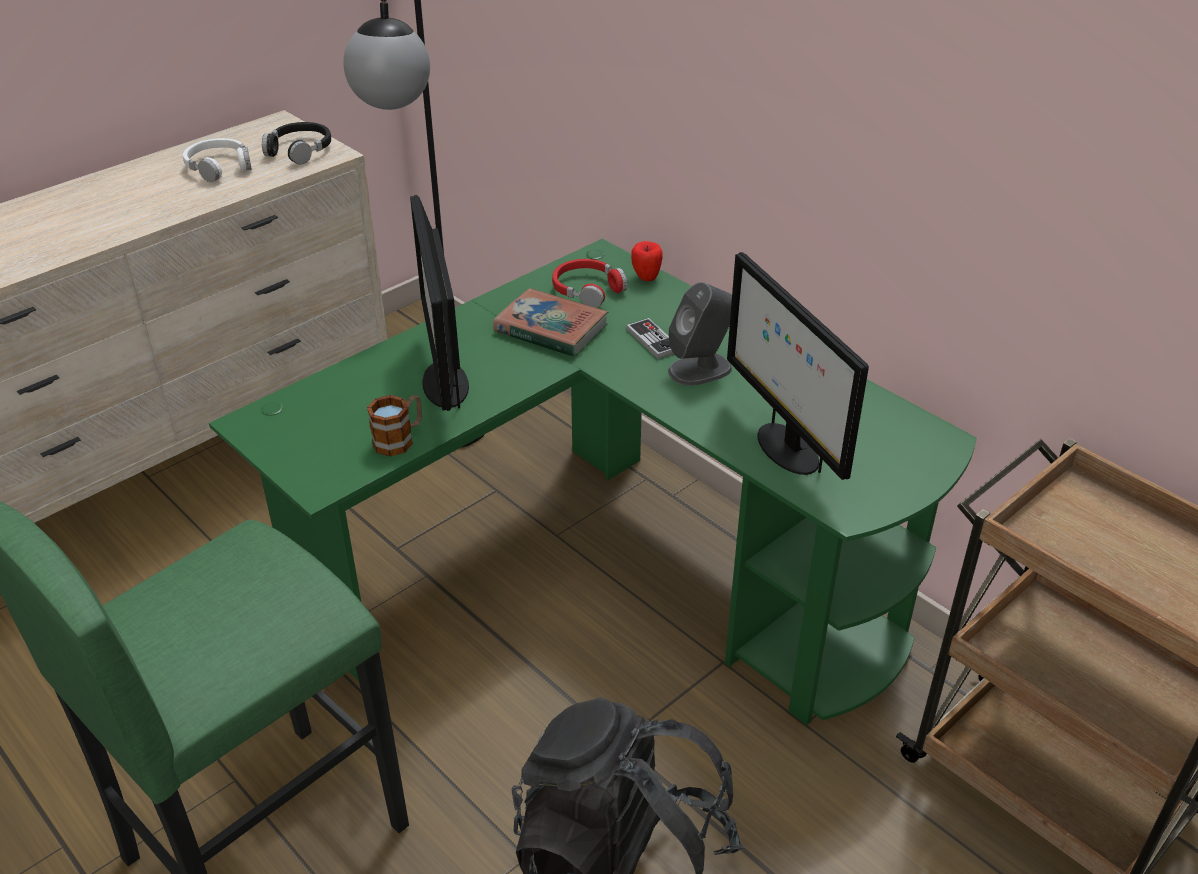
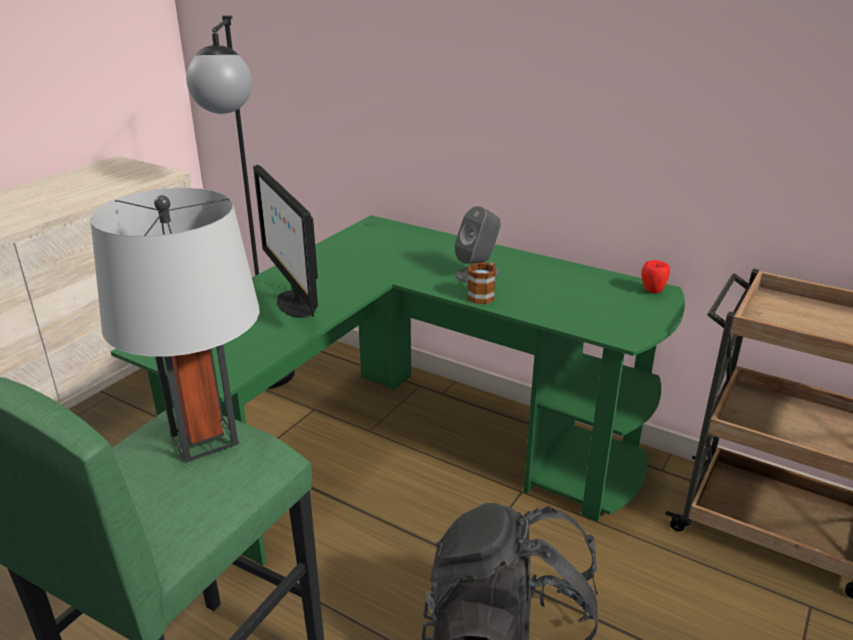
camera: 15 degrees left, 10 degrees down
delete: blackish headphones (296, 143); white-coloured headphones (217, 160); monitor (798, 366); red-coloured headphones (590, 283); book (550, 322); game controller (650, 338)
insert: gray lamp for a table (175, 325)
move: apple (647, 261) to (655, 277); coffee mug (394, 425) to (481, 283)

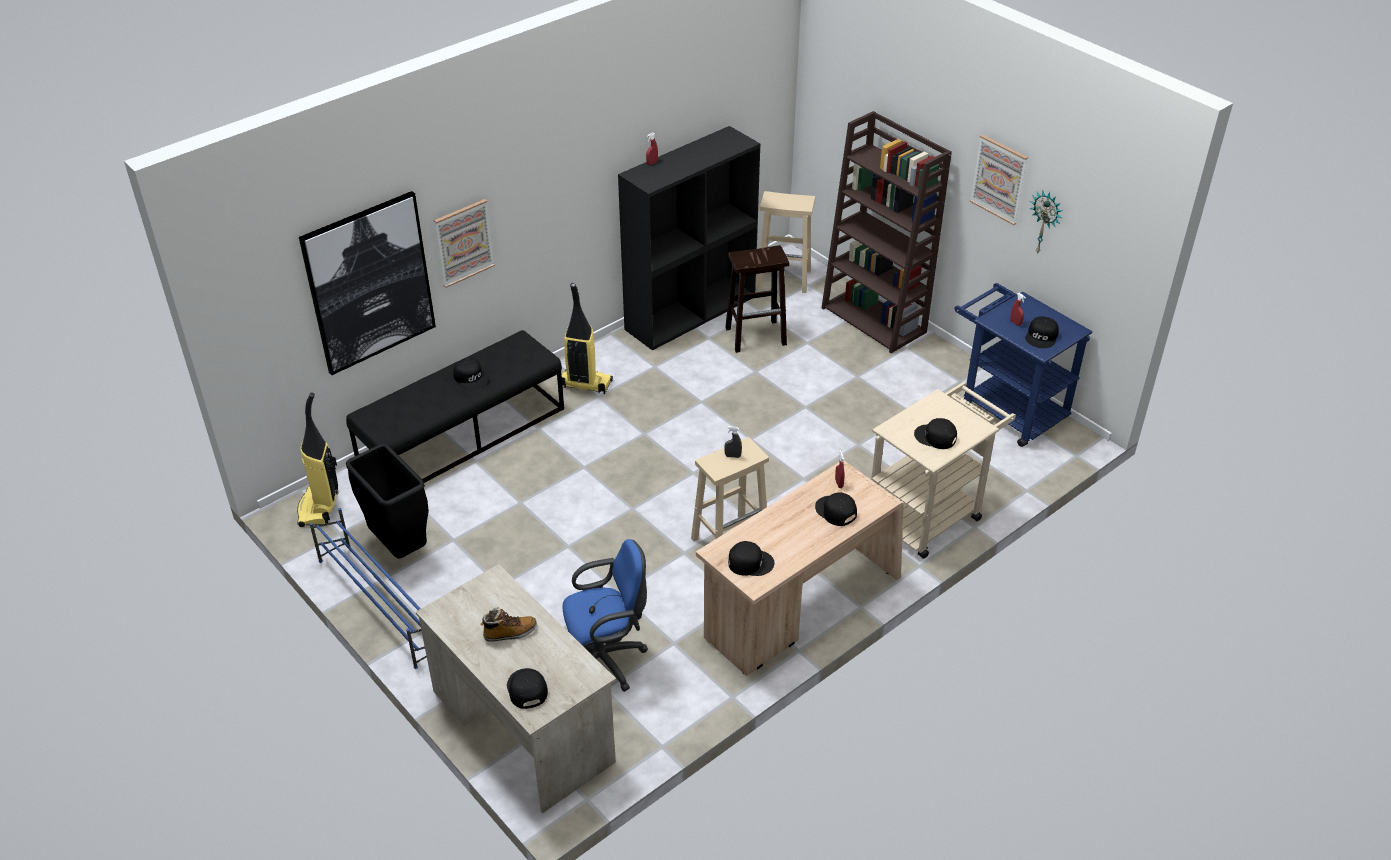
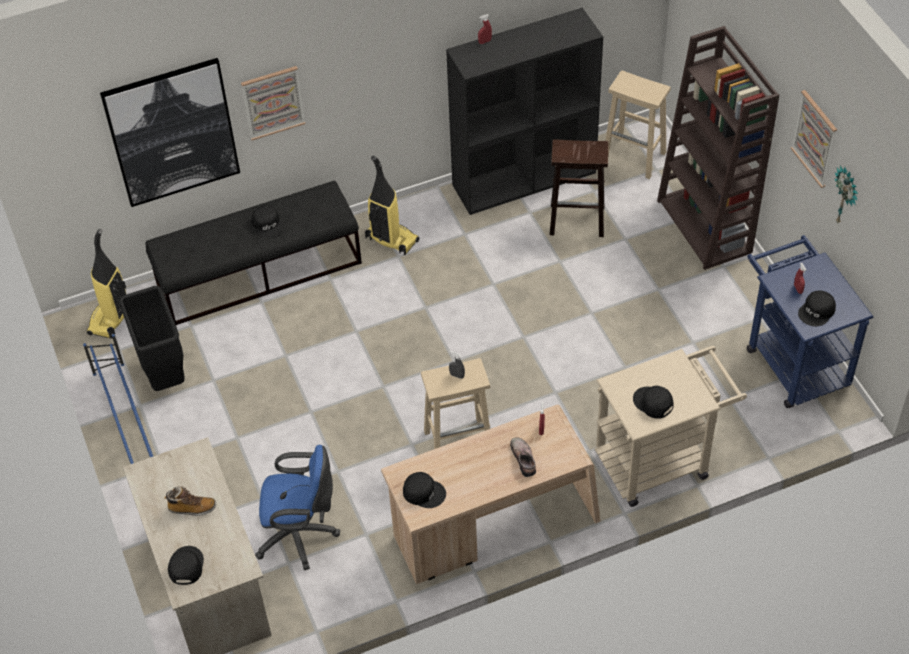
camera: 20 degrees right, 10 degrees up
replace: blackish baseball cap (836, 509) to low shoe (523, 457)

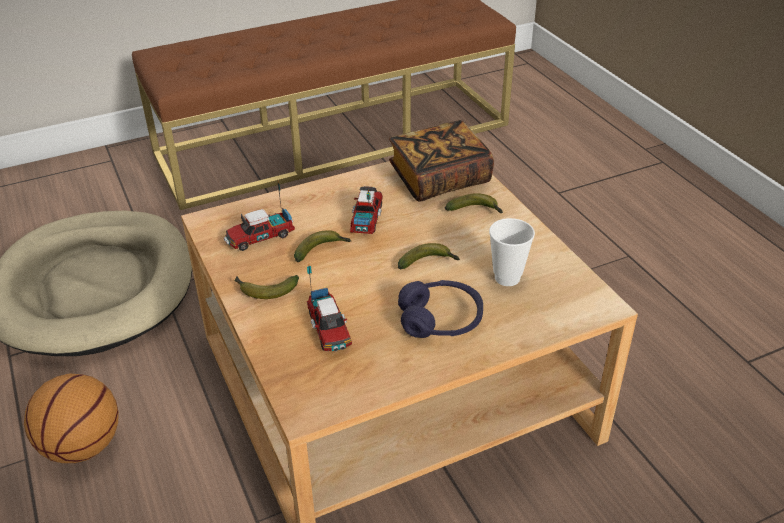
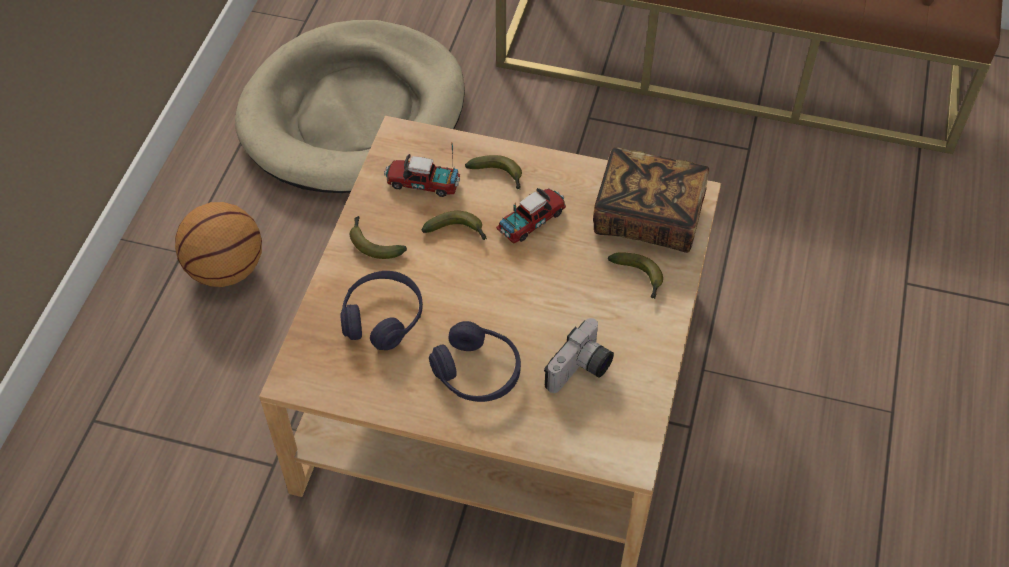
camera: 40 degrees right, 15 degrees up
move: banana (429, 256) to (493, 172)
replace: cup (512, 252) to photo camera (579, 355); toy truck (329, 308) to purplish headphones (381, 310)

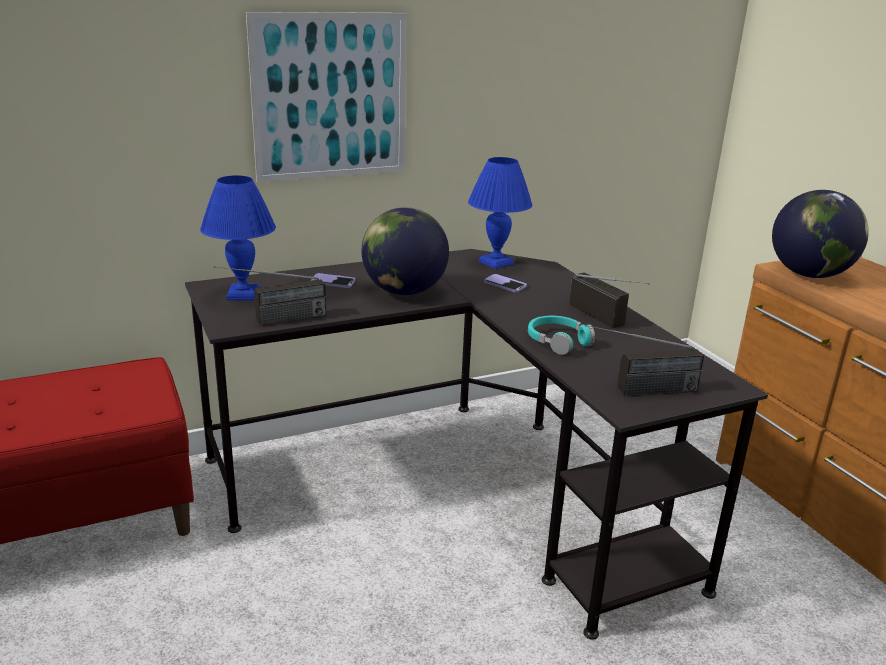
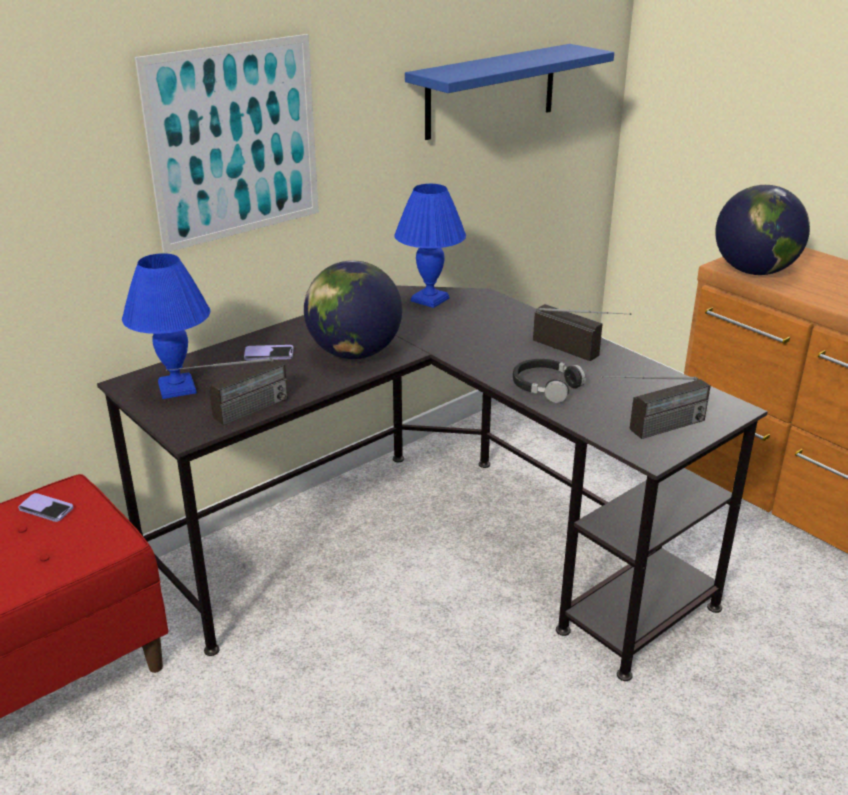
camera: 15 degrees left, 5 degrees up
insert: blue-coloured bracket shelf (509, 92)
move: phone (505, 283) to (45, 507)
recolor: blue-green headphones (561, 335) to blackish headphones (549, 381)

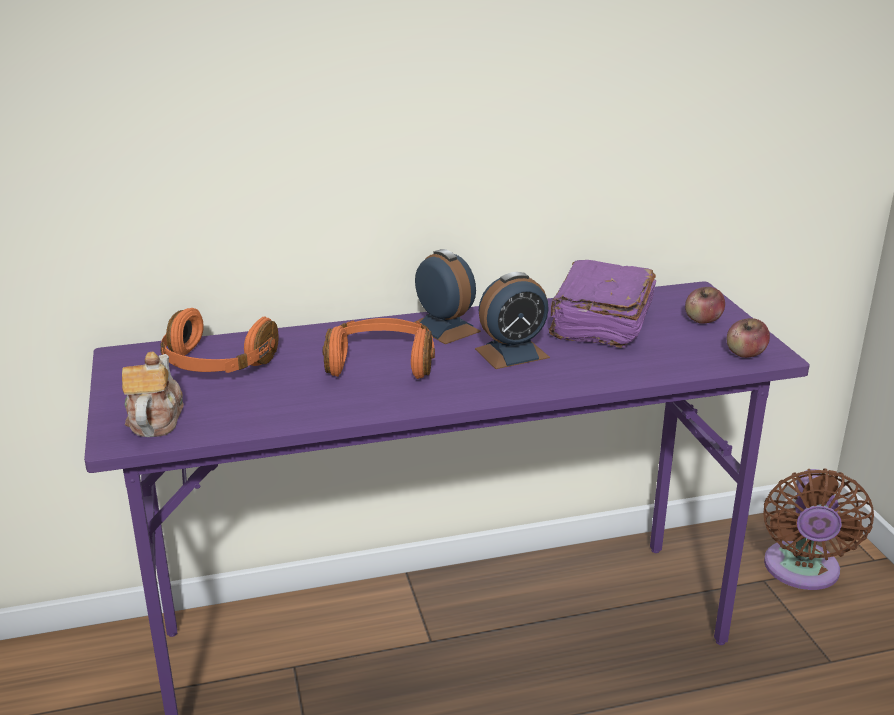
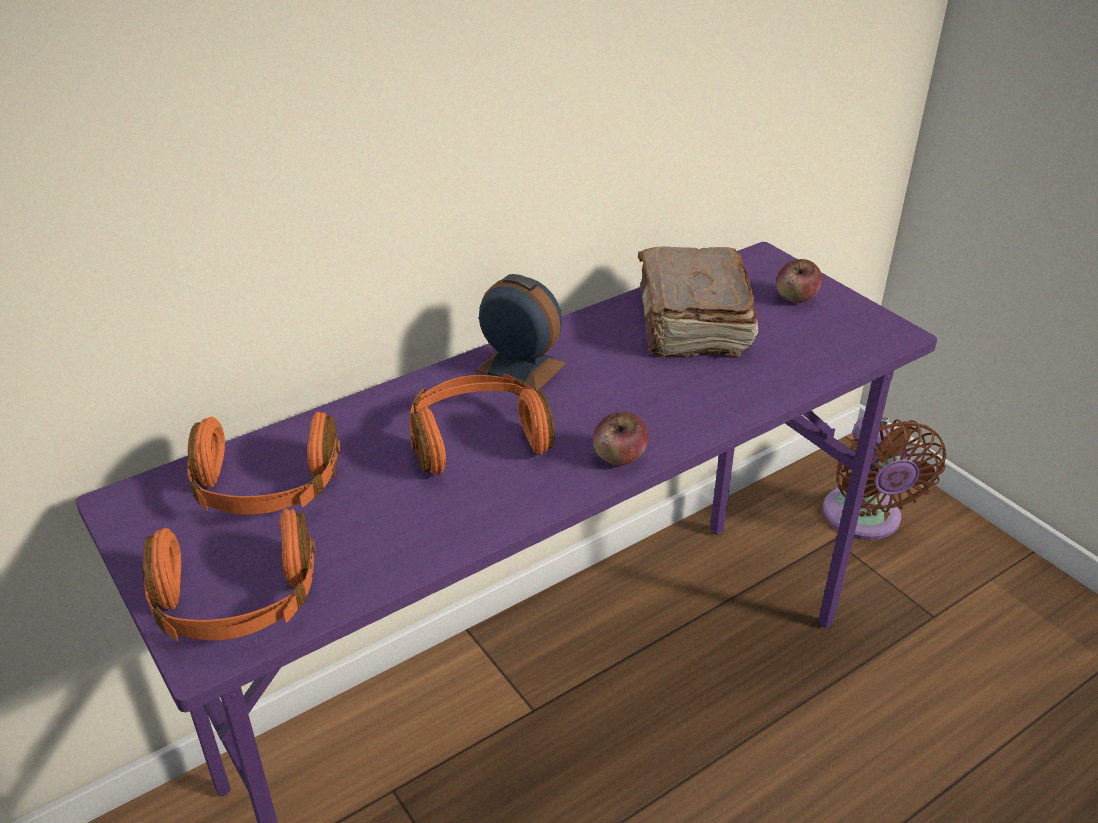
camera: 20 degrees left, 10 degrees up
delete: bedside clock (512, 320)
move: apple (748, 338) to (620, 439)
replace: teapot (153, 394) to orange-coloured headphones (229, 575)
recolor: purplish book (602, 304) to brownish book (698, 302)

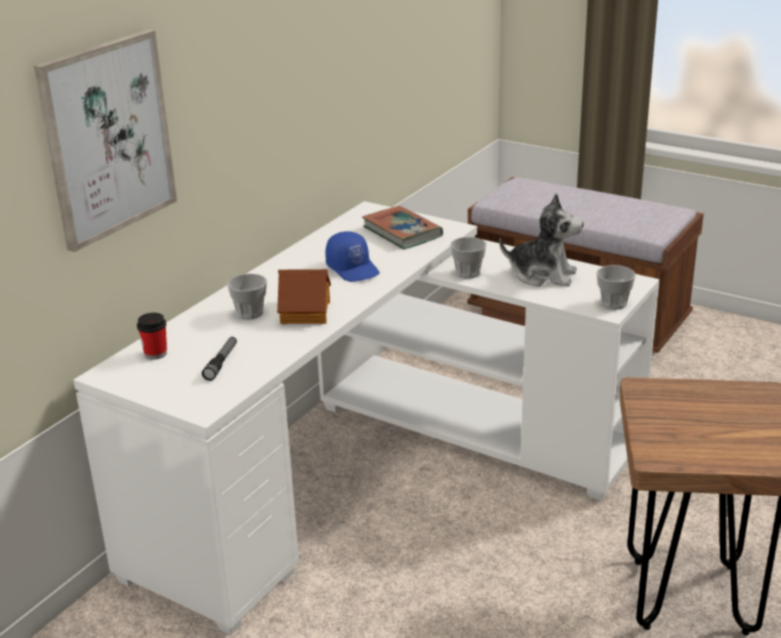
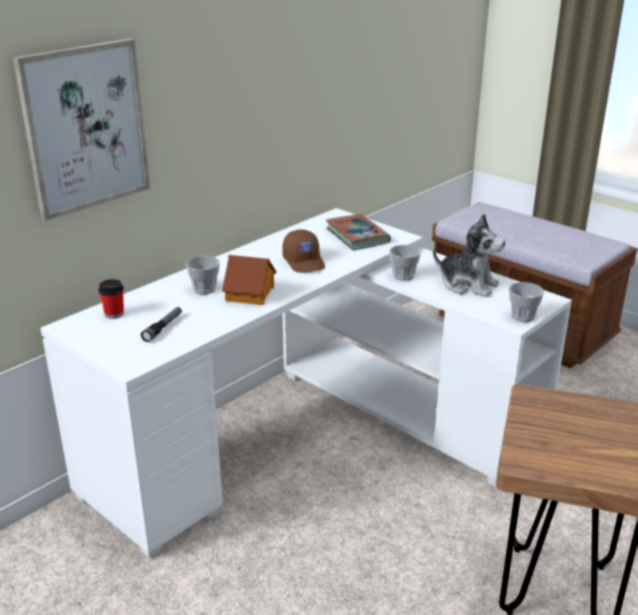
camera: 10 degrees right, 0 degrees up
recolor: blue-coloured baseball cap (352, 256) to brownish baseball cap (303, 251)

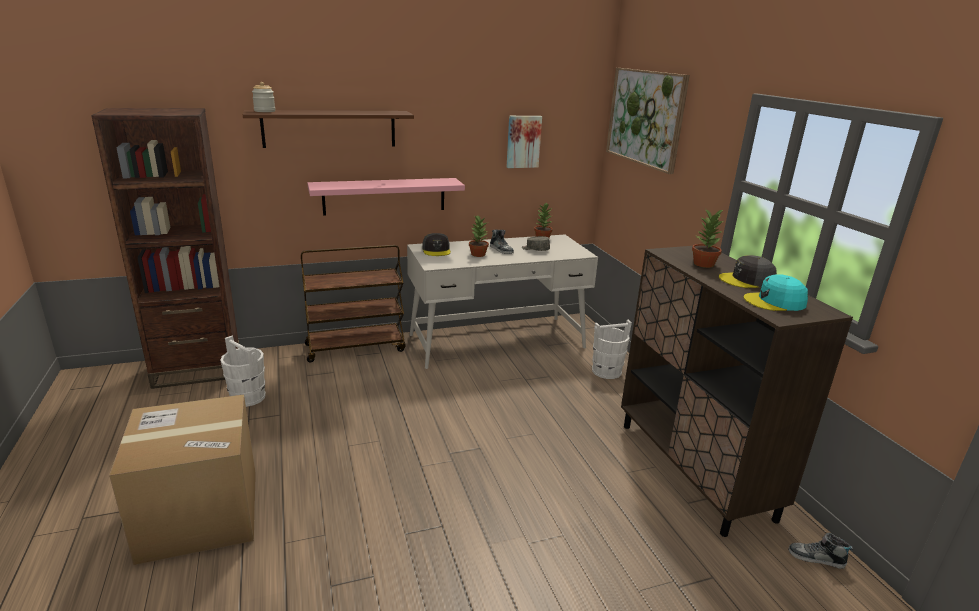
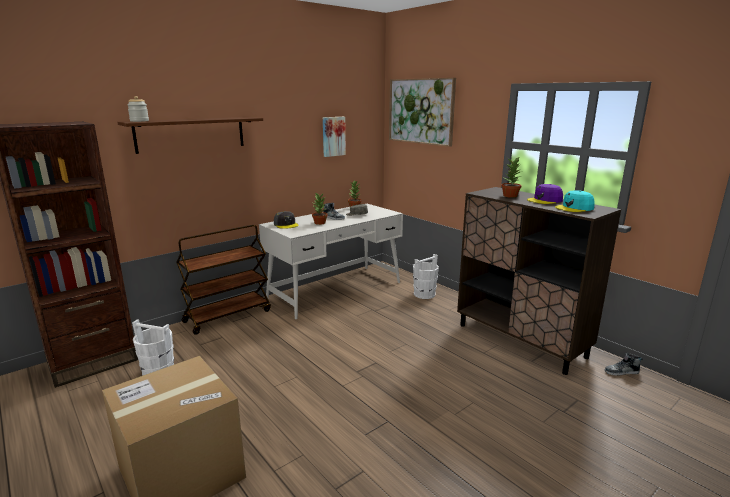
camera: 20 degrees left, 5 degrees down
delete: pinkish bracket shelf (386, 197)
recolor: gray baseball cap (748, 271) to purplish baseball cap (545, 194)

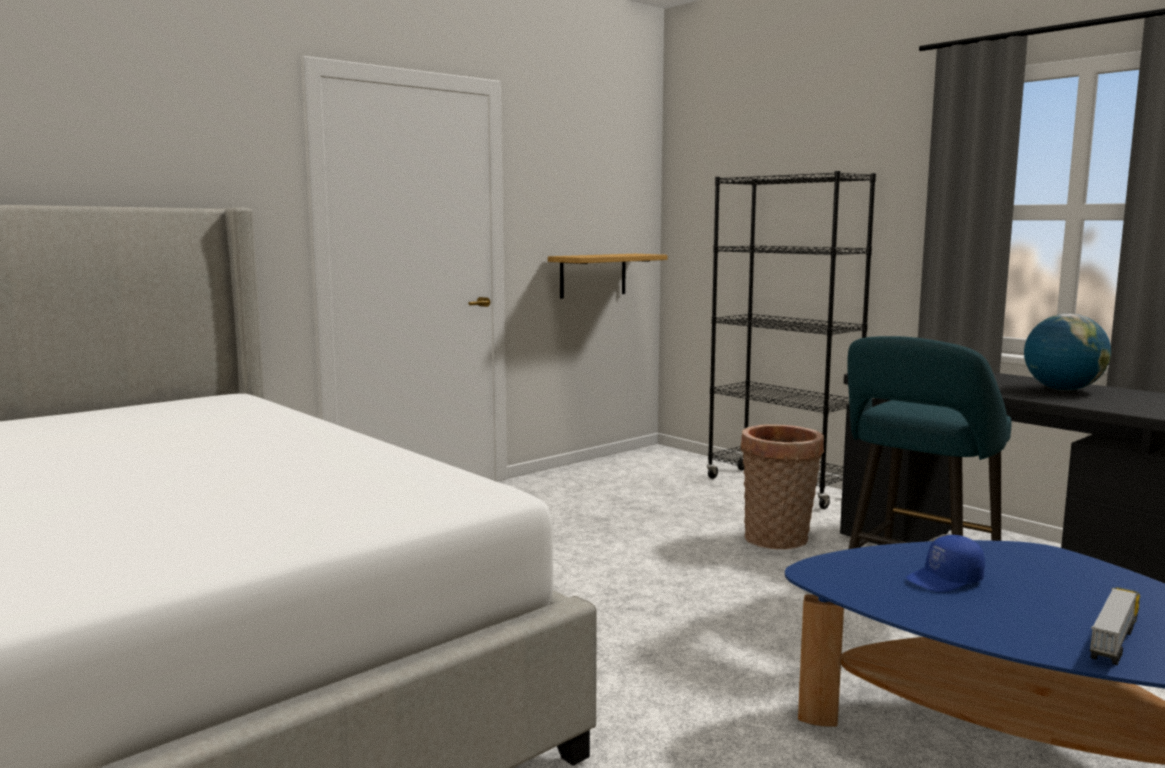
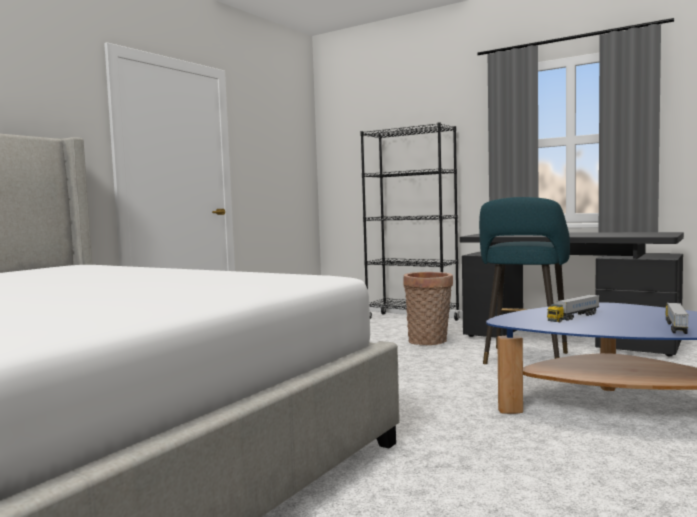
camera: 15 degrees left, 5 degrees down
delete: bracket shelf (608, 276); world globe (1067, 352)
replace: blue-coloured baseball cap (945, 563) to toy truck (573, 308)

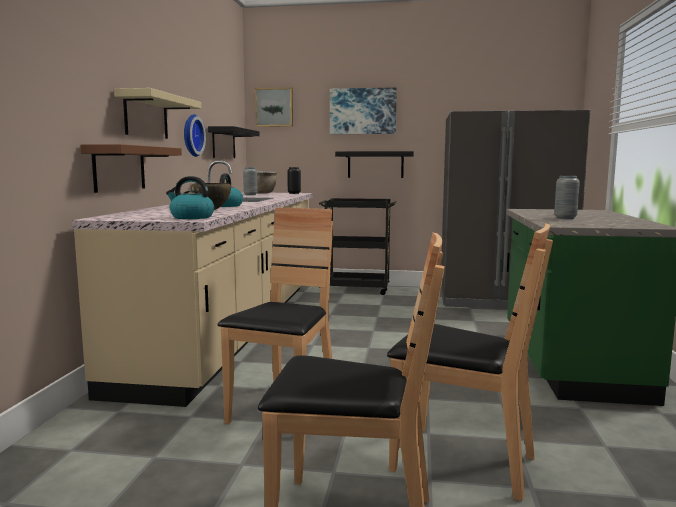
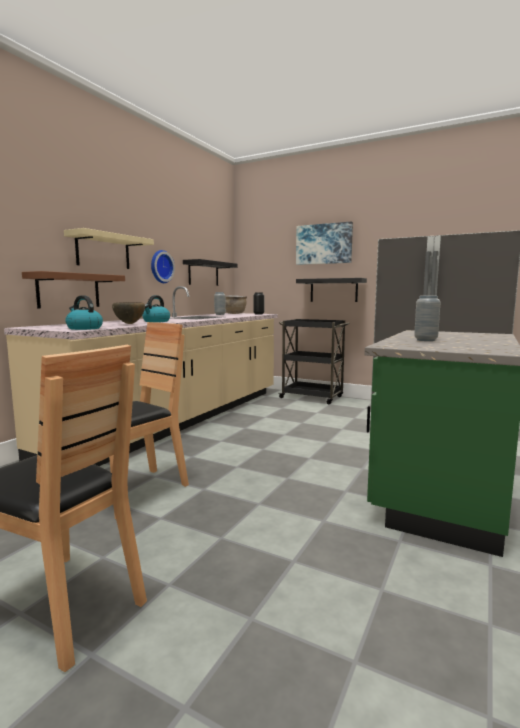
camera: 20 degrees right, 0 degrees up
delete: picture (274, 107); brownish chair (470, 362)

